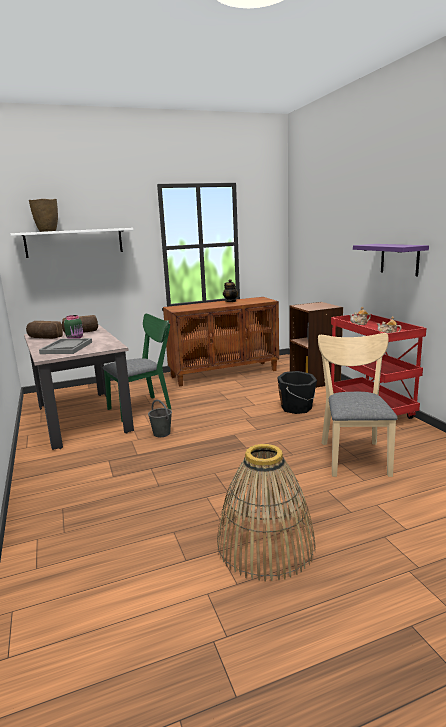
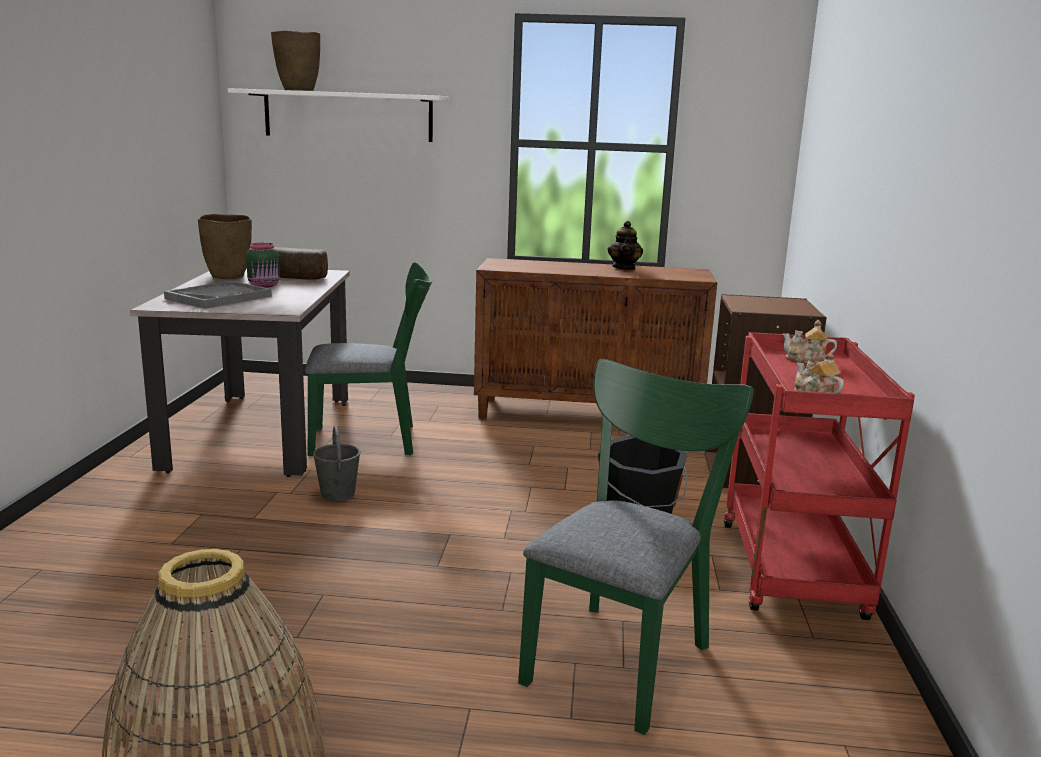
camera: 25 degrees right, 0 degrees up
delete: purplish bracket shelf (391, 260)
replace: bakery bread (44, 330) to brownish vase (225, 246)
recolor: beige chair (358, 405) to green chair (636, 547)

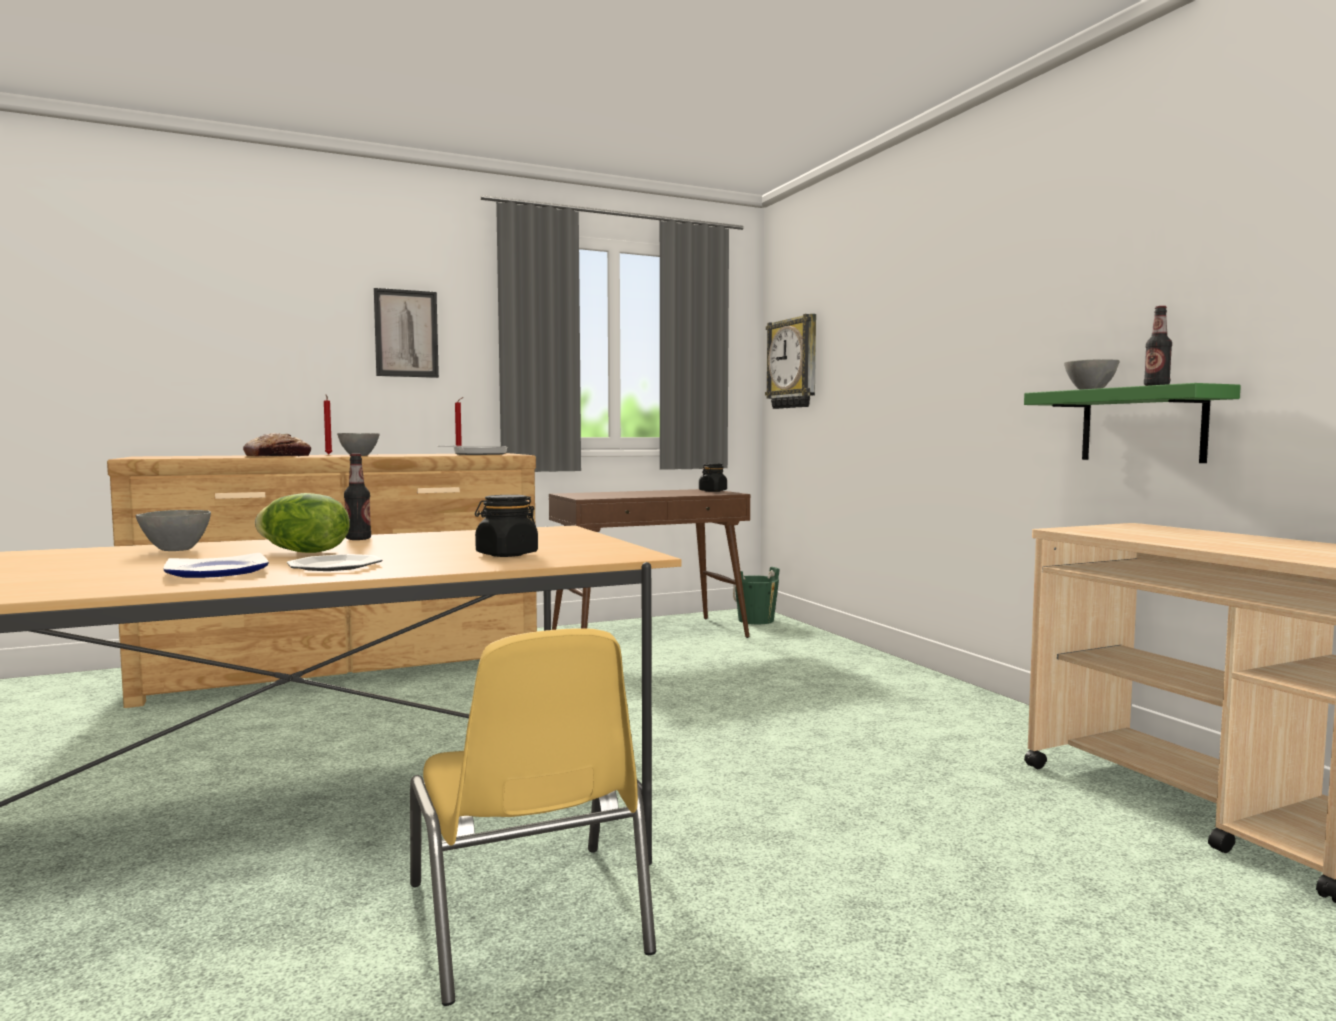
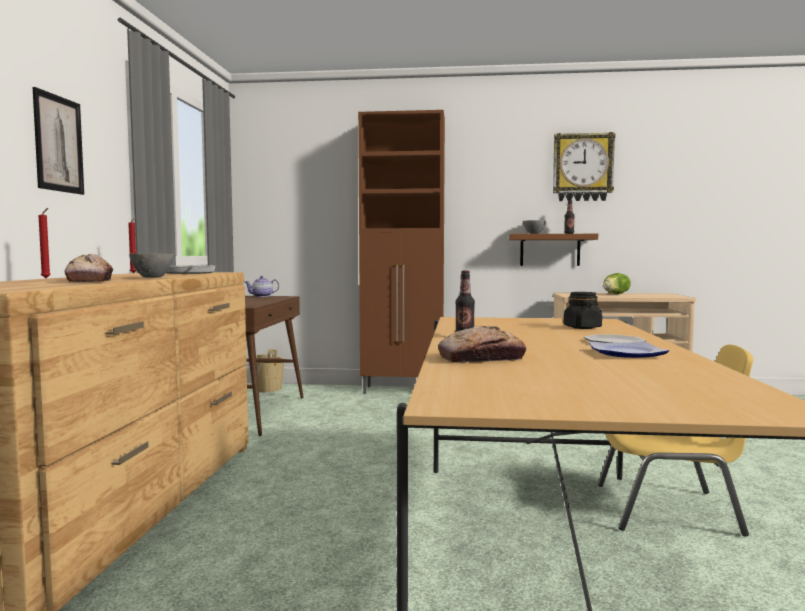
camera: 60 degrees left, 0 degrees up
insert: brownish storage cabinet (401, 252)
move: wall clock (790, 361) to (584, 166); lettuce (302, 523) to (617, 283)
replace: blackish jar (713, 477) to teapot (262, 286); gray bowl (173, 530) to bakery bread (482, 344)
recolor: green bracket shelf (1132, 423) to brownish bracket shelf (553, 250); green pail (756, 595) to beige pail (270, 370)

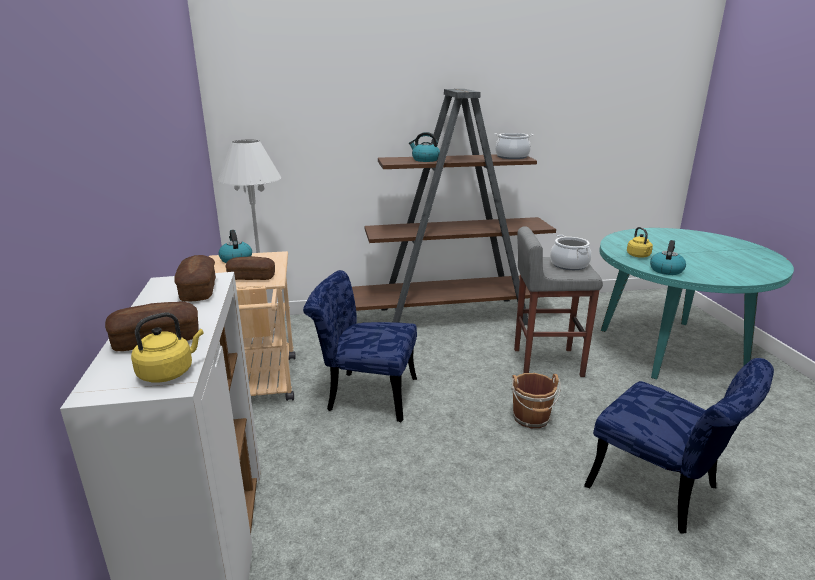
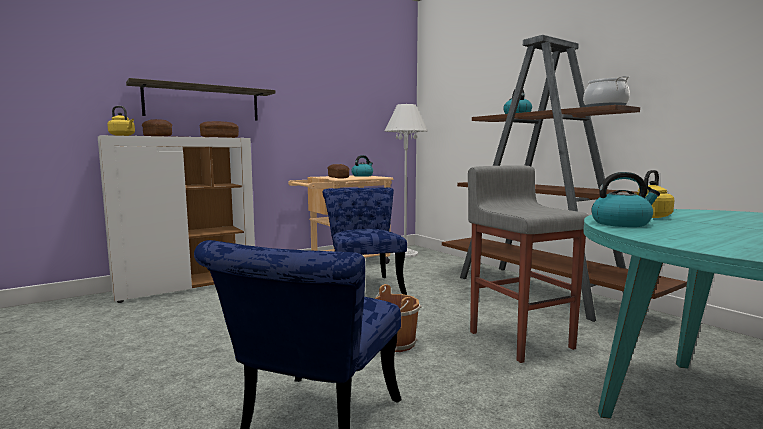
camera: 65 degrees right, 15 degrees down
delete: saucepot (570, 252)
insert: bracket shelf (200, 99)

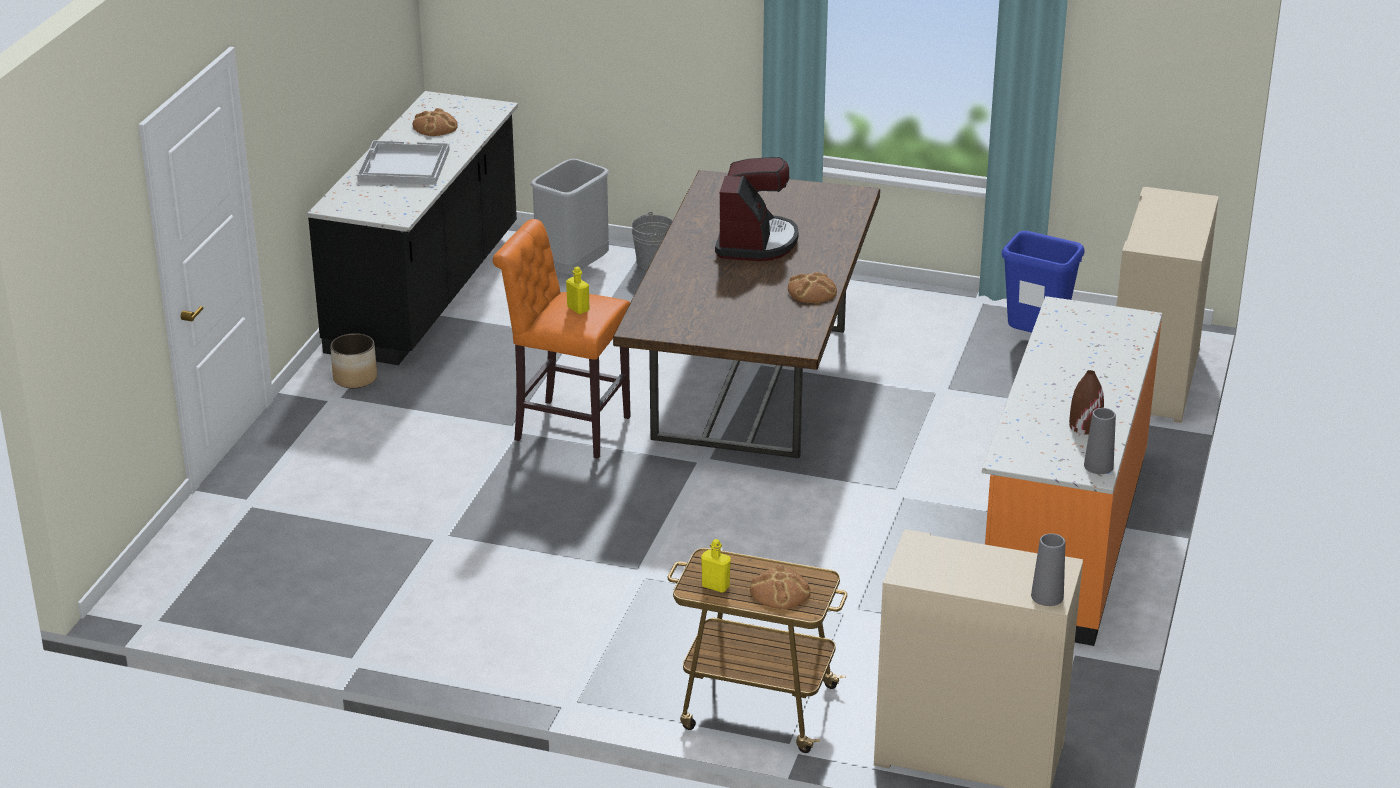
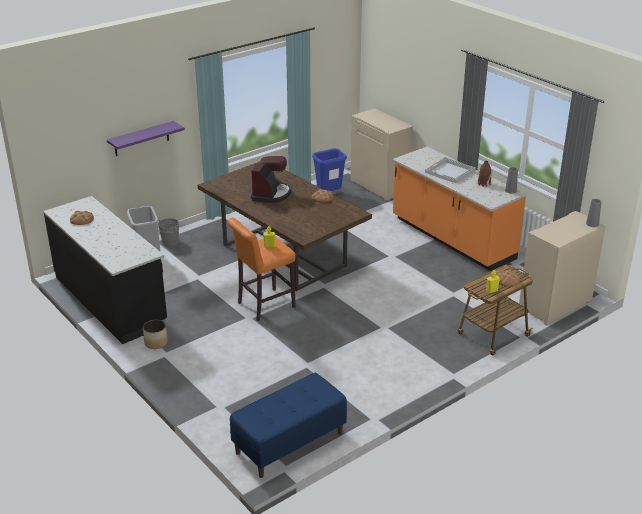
camera: 55 degrees left, 0 degrees up
insert: purplish bracket shelf (146, 138); blue-coloured indoor bench (288, 425)
move: white-coloured serving tray (403, 163) to (450, 170)
rotate: coffee machine (757, 209) = (271, 179) 60 degrees clockwise

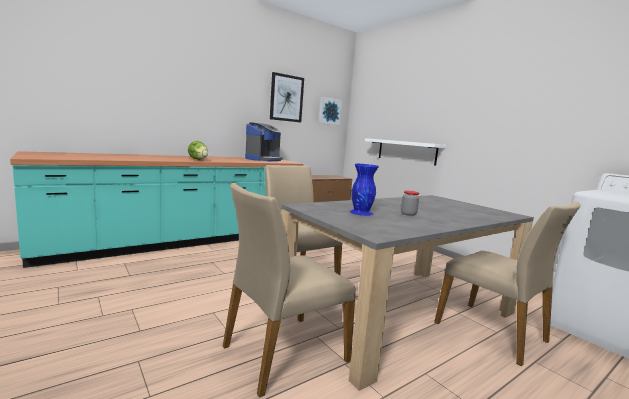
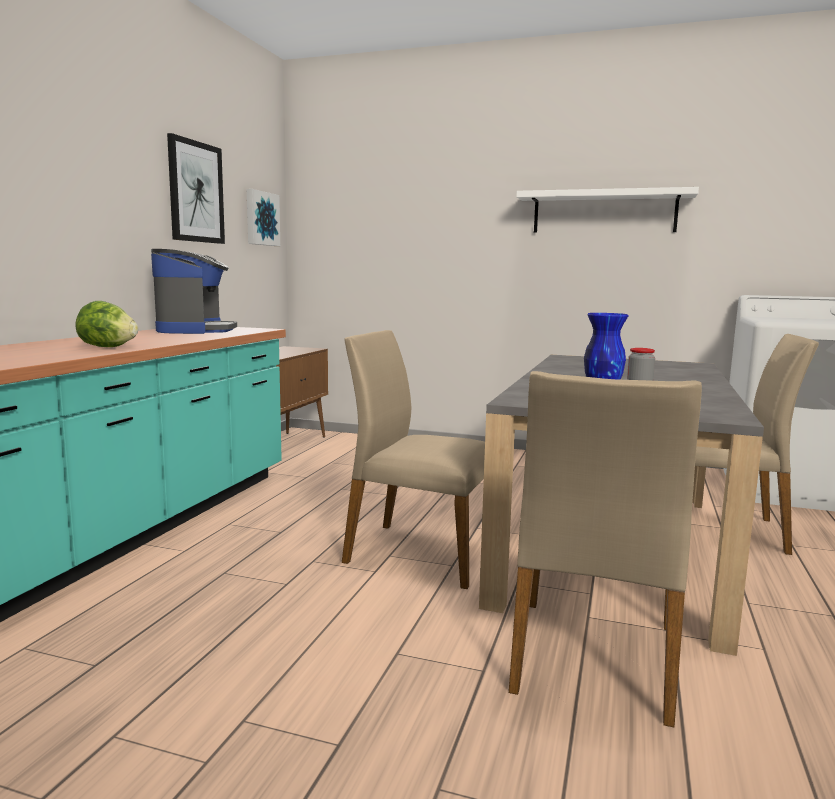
camera: 35 degrees left, 0 degrees up
move: white-coloured bracket shelf (405, 152) to (607, 210)

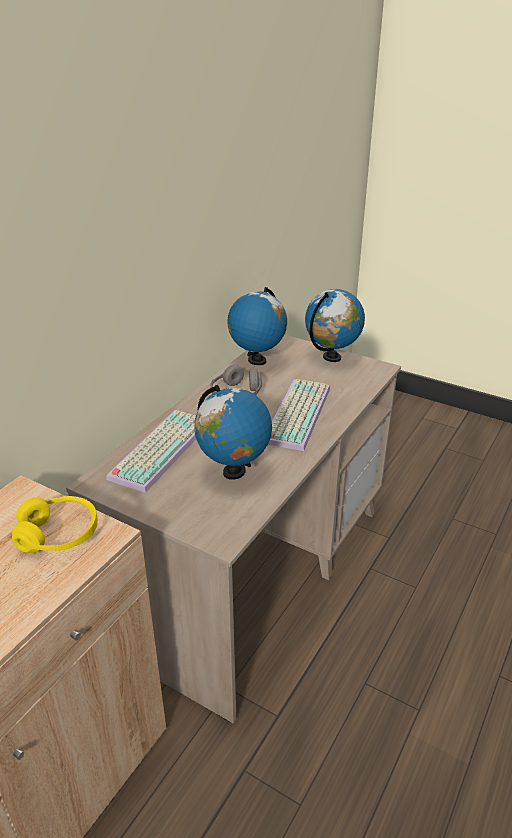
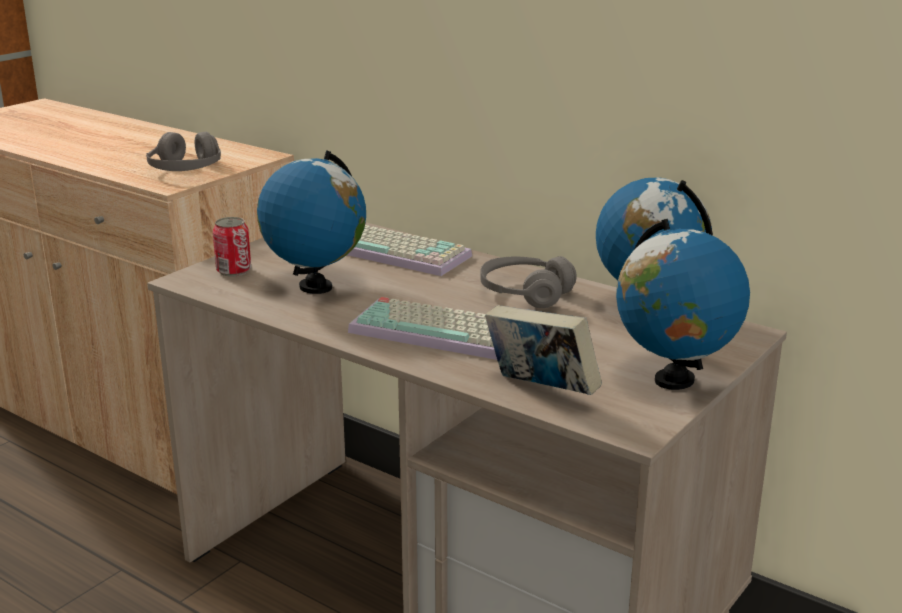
camera: 95 degrees right, 10 degrees down
insert: metal can (232, 247); book (543, 350)
recolor: yellowish headphones (55, 524) to gray headphones (183, 151)

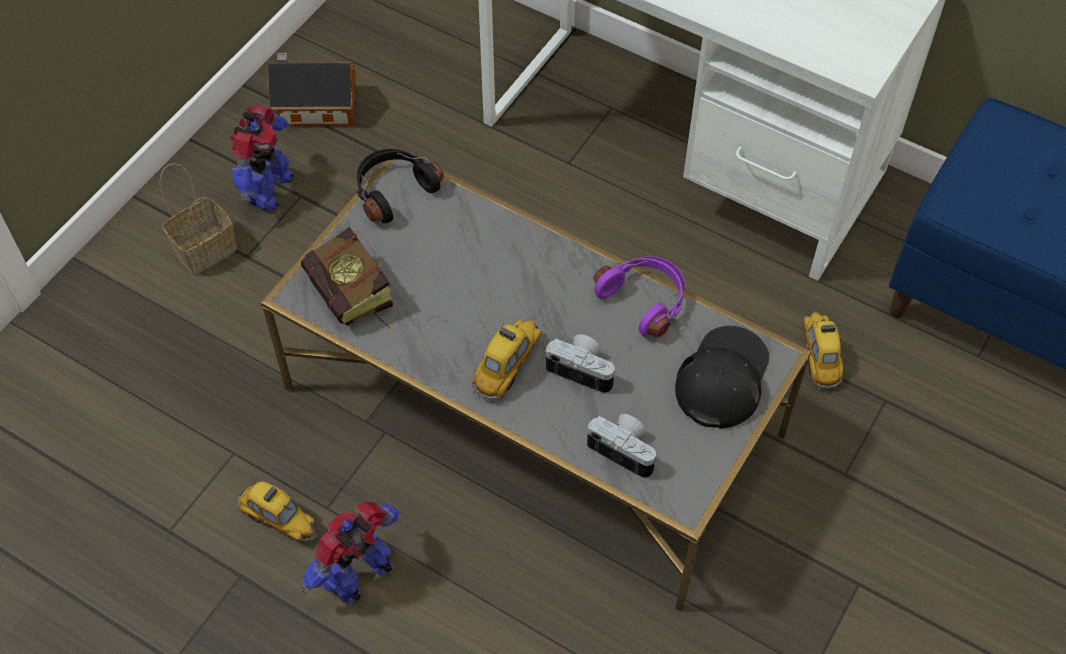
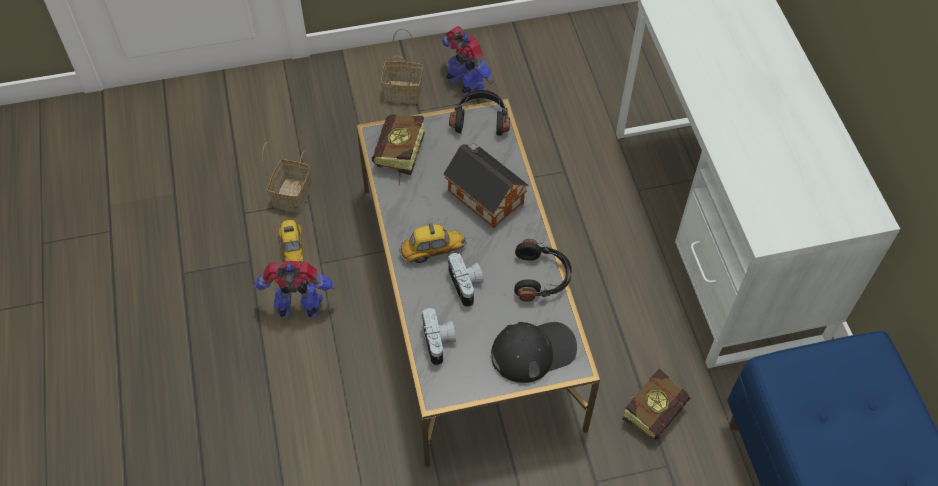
camera: 45 degrees right, 0 degrees up
insert: household basket (287, 177)
move: toy house (312, 89) to (486, 184)
replace: miniature car (823, 351) to book (656, 404)
recolor: purplish headphones (639, 297) to blackish headphones (543, 270)
rotate: model robot (262, 157) = (468, 60) 105 degrees counterclockwise

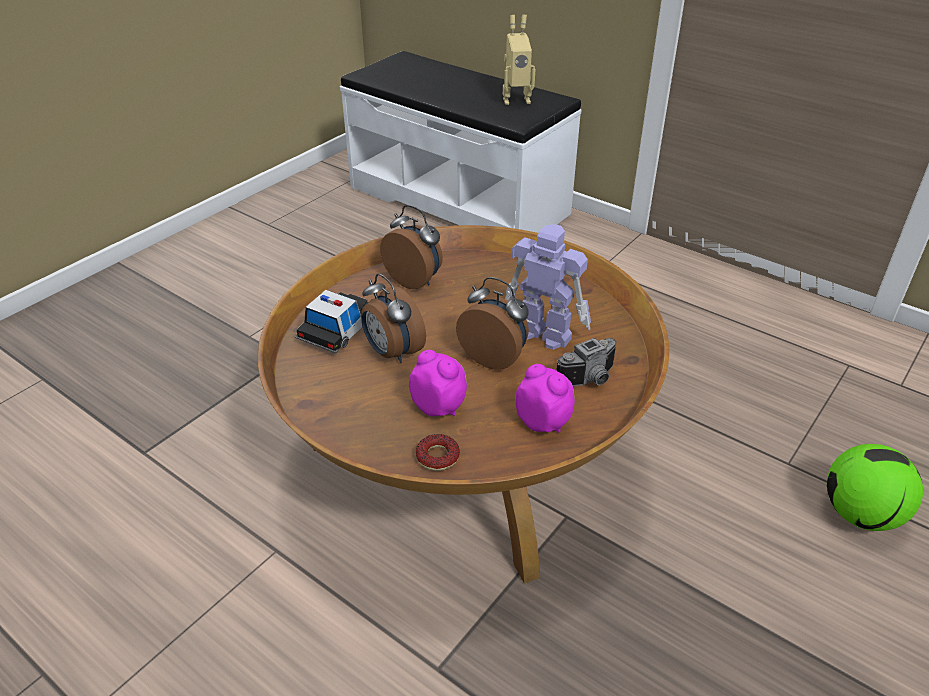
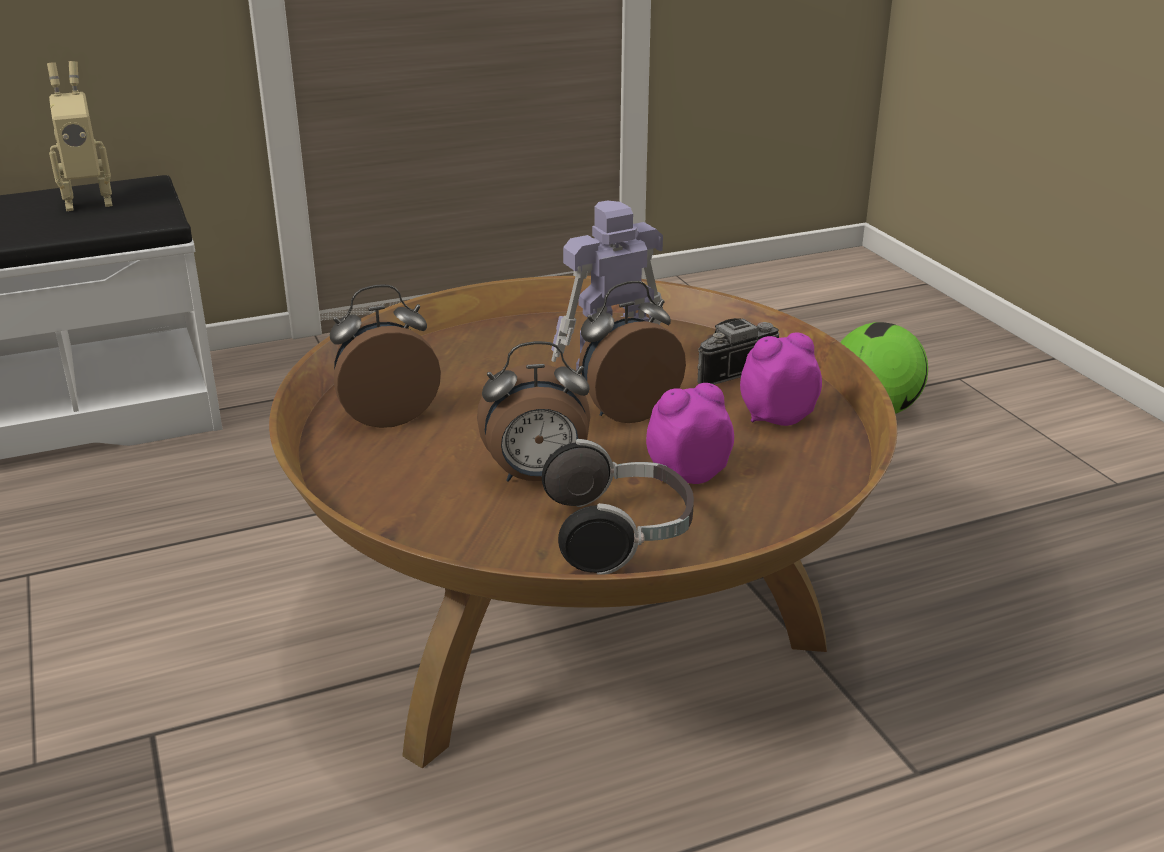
camera: 60 degrees left, 10 degrees down
delete: miniature car (332, 321); ring doughnut (438, 452)
insert: headphones (618, 506)
rotate: model robot (519, 59) = (79, 136) 45 degrees clockwise; photo camera (586, 362) = (738, 351) 120 degrees counterclockwise

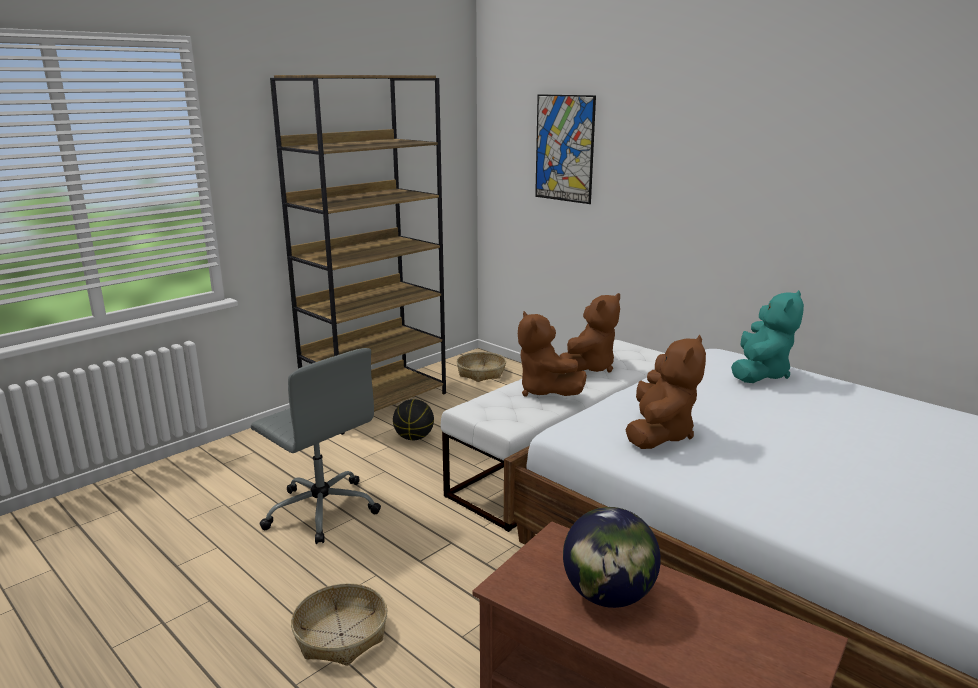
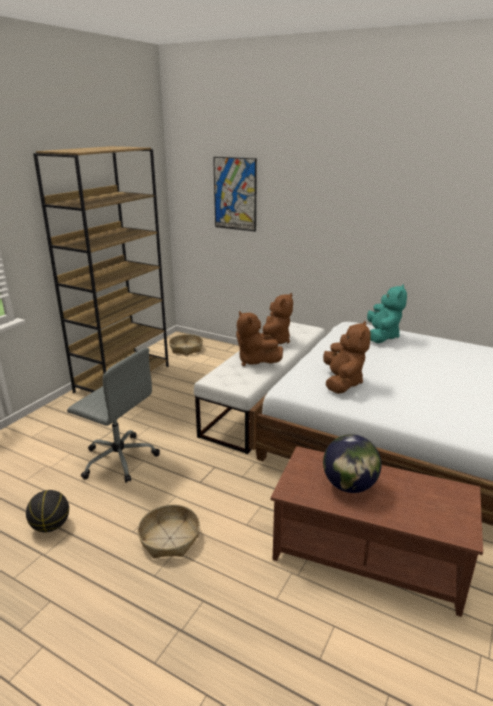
camera: 15 degrees left, 5 degrees up
move: basketball (413, 419) to (47, 511)

